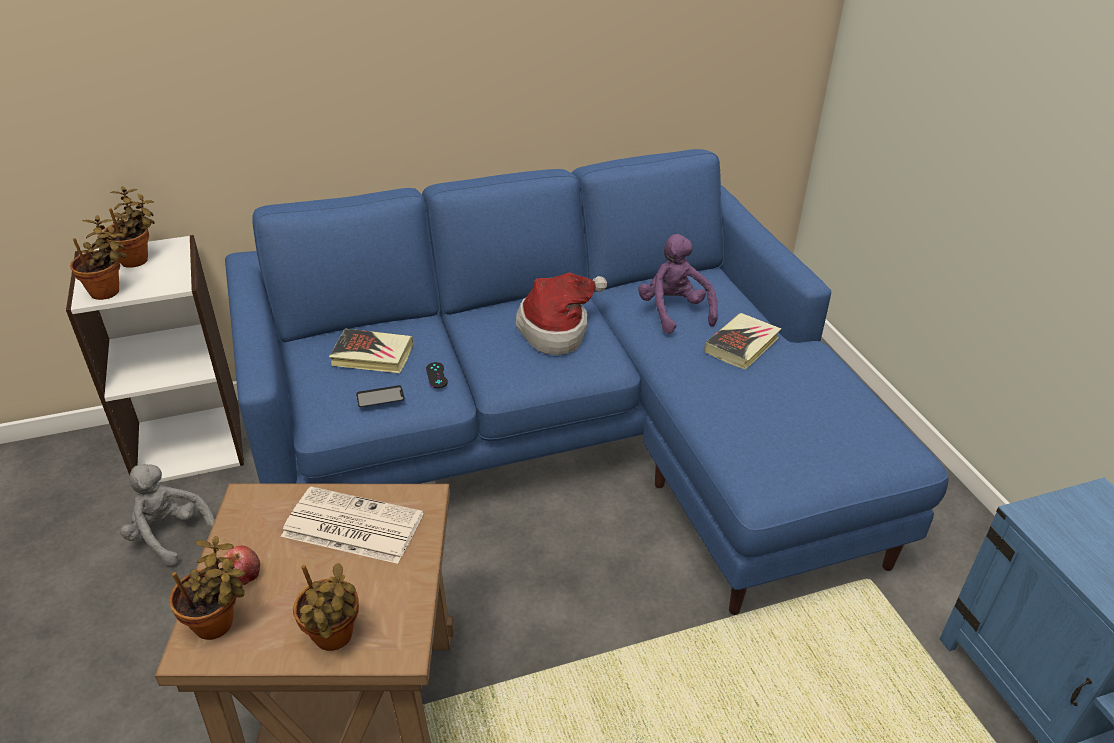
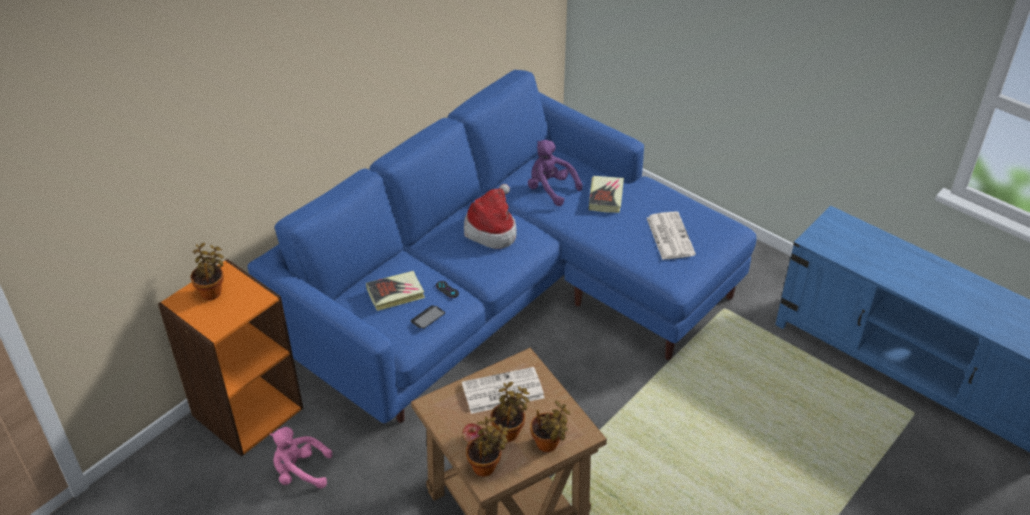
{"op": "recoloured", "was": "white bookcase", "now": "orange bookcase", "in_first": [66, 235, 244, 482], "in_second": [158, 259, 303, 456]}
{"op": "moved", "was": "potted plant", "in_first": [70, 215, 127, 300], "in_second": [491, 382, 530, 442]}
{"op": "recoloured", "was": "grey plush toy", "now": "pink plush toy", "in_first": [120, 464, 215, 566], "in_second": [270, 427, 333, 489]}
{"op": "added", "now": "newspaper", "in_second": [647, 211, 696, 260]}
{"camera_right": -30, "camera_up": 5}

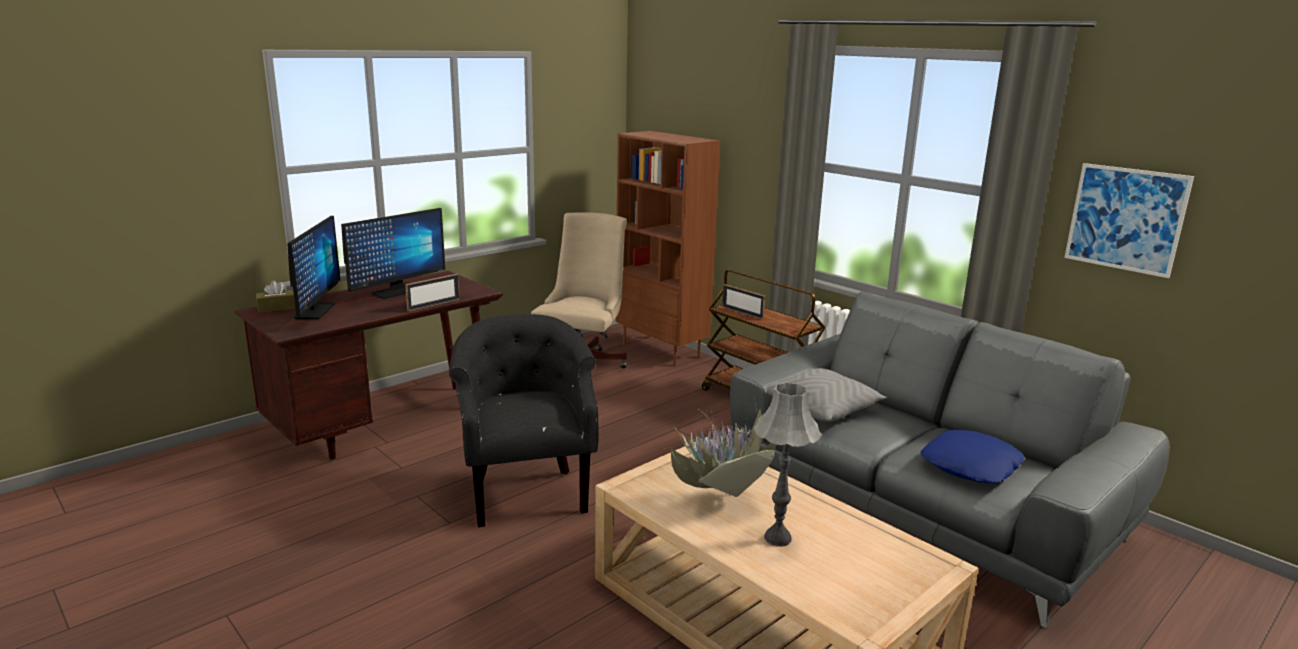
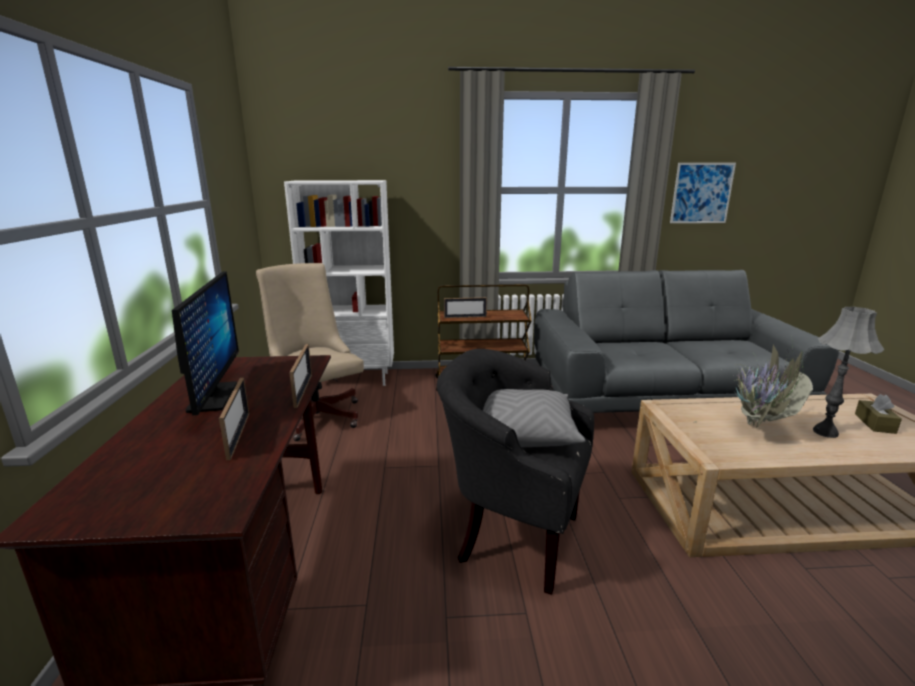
{"op": "moved", "was": "brown tissue box", "in_first": [256, 280, 296, 313], "in_second": [855, 394, 902, 434]}
{"op": "removed", "was": "monitor", "in_first": [287, 216, 341, 319]}
{"op": "recoloured", "was": "brown bookcase", "now": "white bookcase", "in_first": [615, 131, 721, 366], "in_second": [284, 180, 394, 386]}
{"op": "moved", "was": "grey pillow", "in_first": [767, 368, 887, 422], "in_second": [483, 389, 586, 447]}
{"op": "removed", "was": "blue pillow", "in_first": [921, 430, 1025, 484]}
{"op": "added", "now": "picture frame", "in_second": [219, 378, 249, 460]}
{"camera_right": -50, "camera_up": 0}

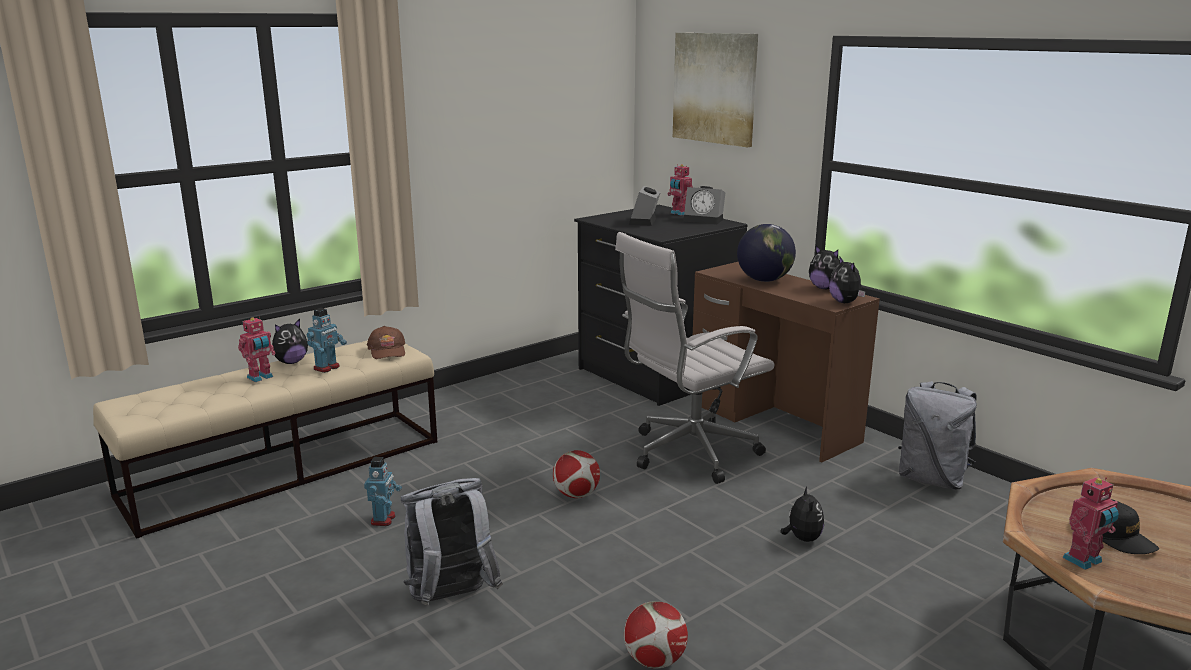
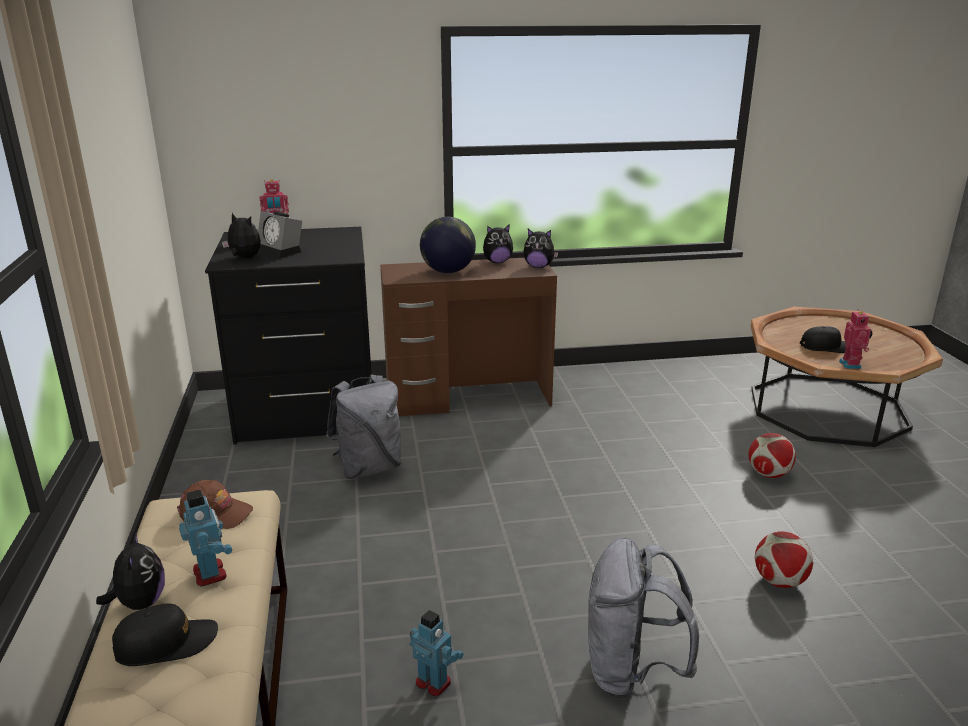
{"op": "replaced", "was": "toy robot", "now": "black cap", "in_first": [238, 317, 276, 382], "in_second": [112, 603, 218, 666]}
{"op": "moved", "was": "football", "in_first": [553, 450, 600, 498], "in_second": [749, 433, 796, 478]}
{"op": "removed", "was": "white office chair", "in_first": [615, 232, 775, 484]}
{"op": "removed", "was": "picture", "in_first": [673, 33, 758, 147]}
{"op": "removed", "was": "alarm clock", "in_first": [683, 186, 725, 224]}
{"op": "moved", "was": "plush toy", "in_first": [780, 487, 824, 542], "in_second": [222, 213, 261, 258]}
{"op": "moved", "was": "grey backpack", "in_first": [898, 381, 977, 490], "in_second": [326, 374, 402, 479]}
{"camera_right": -60, "camera_up": 5}

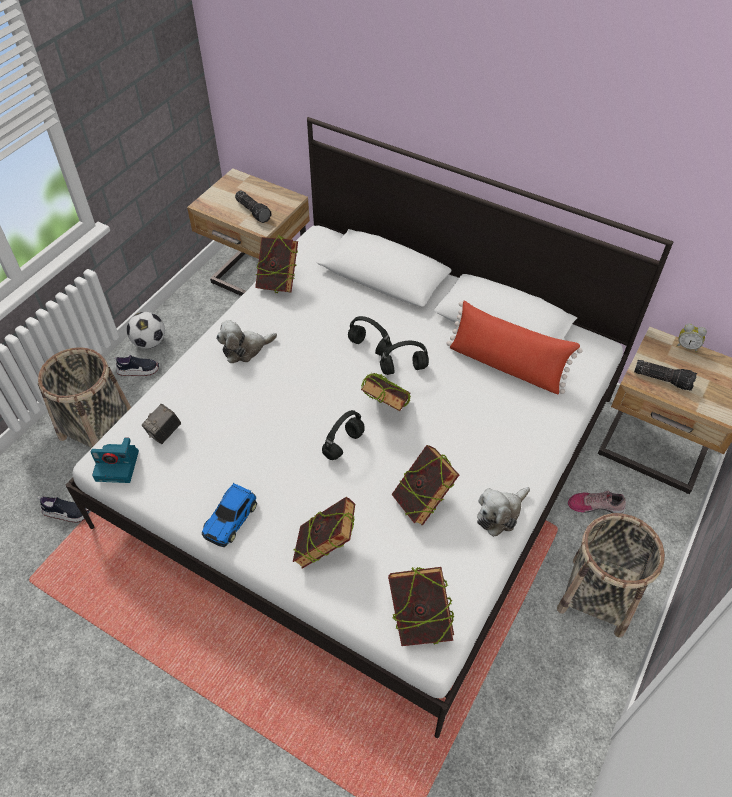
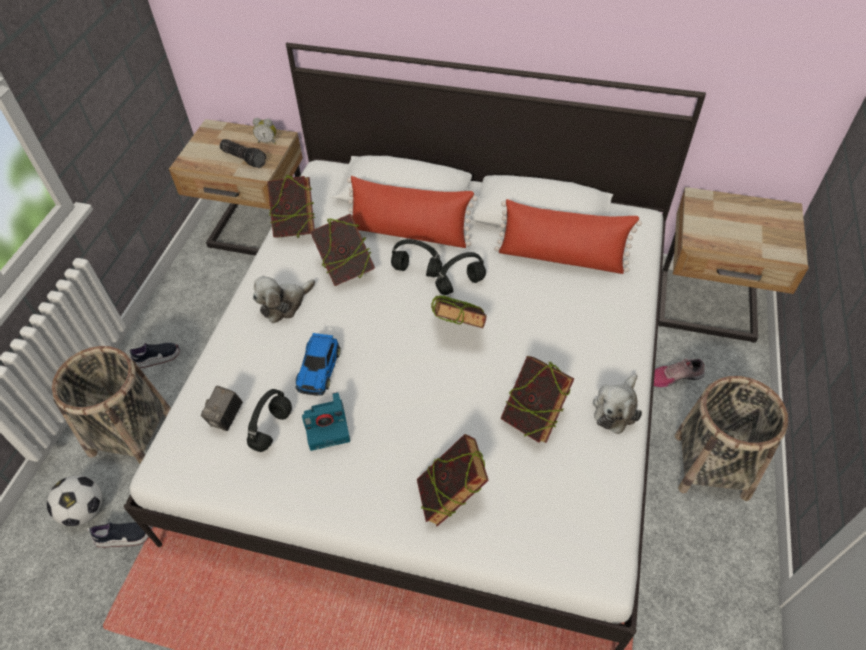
{"op": "moved", "was": "photo camera", "in_first": [90, 437, 139, 483], "in_second": [302, 392, 350, 451]}
{"op": "moved", "was": "football", "in_first": [127, 312, 165, 349], "in_second": [47, 475, 102, 526]}
{"op": "moved", "was": "toy car", "in_first": [202, 483, 257, 547], "in_second": [296, 333, 341, 396]}
{"op": "moved", "was": "black headphones", "in_first": [322, 410, 365, 460], "in_second": [247, 389, 292, 452]}
{"op": "moved", "was": "book", "in_first": [388, 567, 455, 646], "in_second": [310, 214, 375, 286]}
{"op": "removed", "was": "flashlight", "in_first": [634, 360, 697, 391]}
{"op": "moved", "was": "alarm clock", "in_first": [676, 323, 707, 352], "in_second": [253, 118, 276, 144]}
{"op": "added", "now": "red pillow", "in_second": [347, 176, 478, 248]}
{"camera_right": -15, "camera_up": 0}

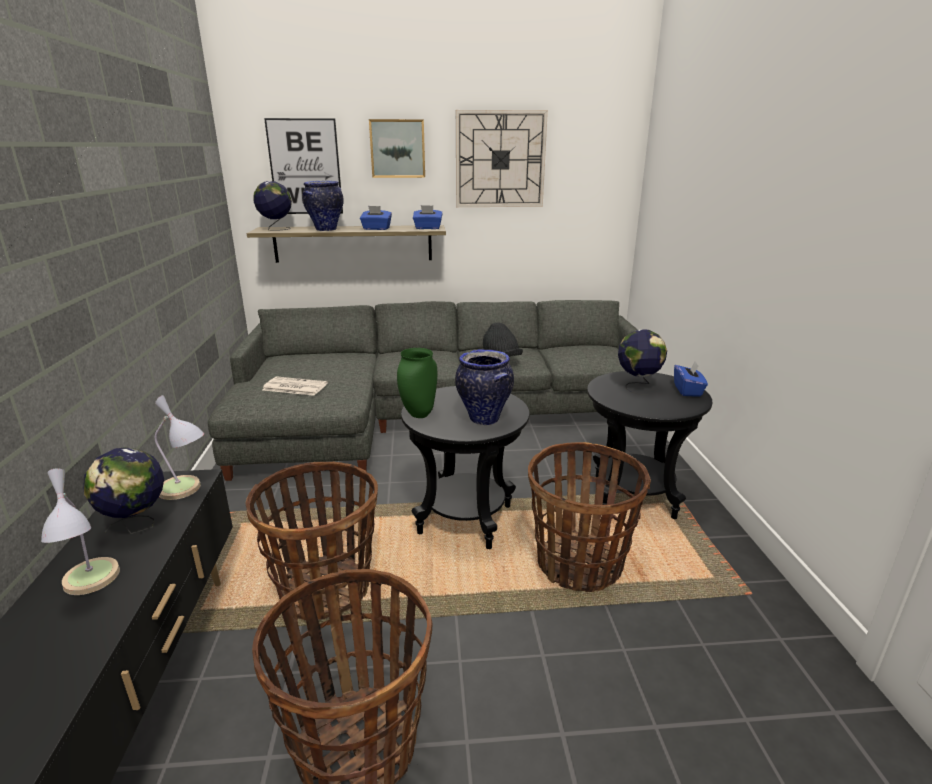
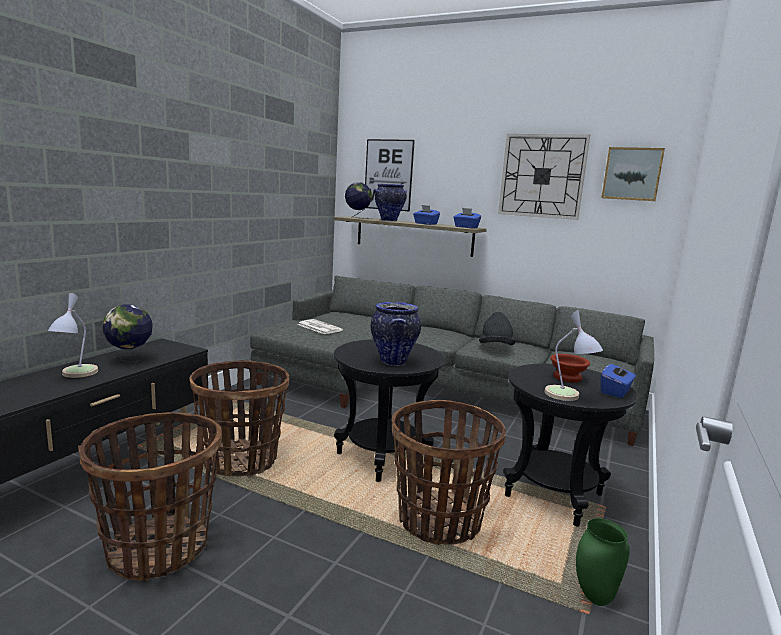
{"op": "moved", "was": "table lamp", "in_first": [155, 395, 204, 500], "in_second": [544, 310, 603, 401]}
{"op": "moved", "was": "picture", "in_first": [369, 119, 425, 178], "in_second": [601, 147, 665, 201]}
{"op": "moved", "was": "green vase", "in_first": [397, 348, 437, 418], "in_second": [576, 518, 630, 606]}
{"op": "replaced", "was": "globe", "now": "brown bowl", "in_first": [618, 330, 667, 395], "in_second": [551, 354, 590, 383]}
{"camera_right": 30, "camera_up": -10}

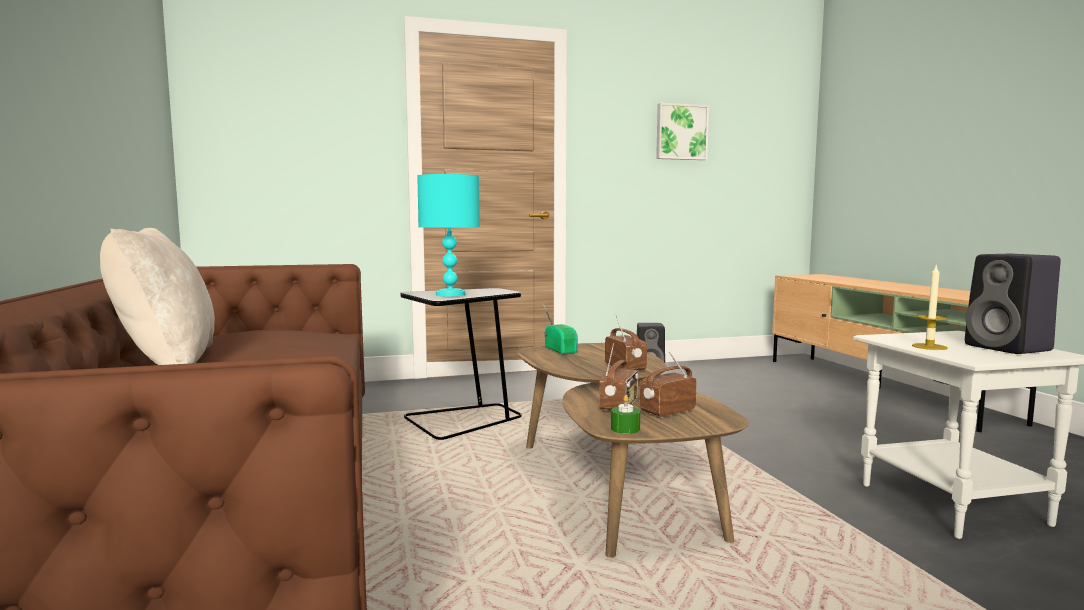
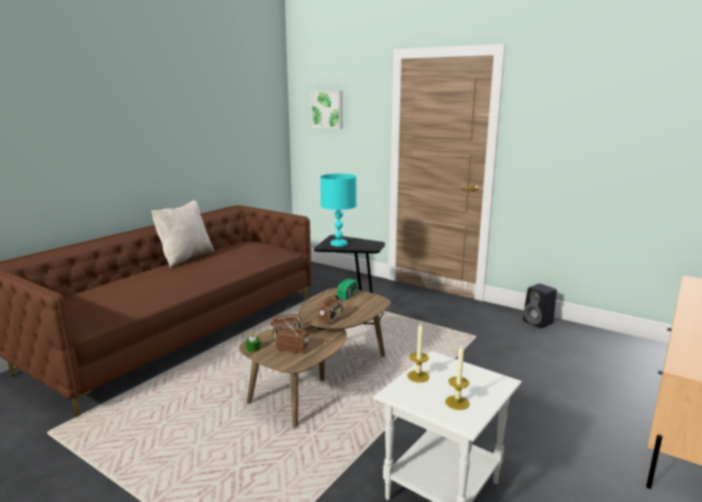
{"op": "moved", "was": "picture", "in_first": [656, 103, 709, 160], "in_second": [311, 91, 343, 129]}
{"op": "replaced", "was": "black speaker", "now": "candle", "in_first": [965, 254, 1061, 354], "in_second": [445, 345, 470, 410]}
{"camera_right": 50, "camera_up": 10}

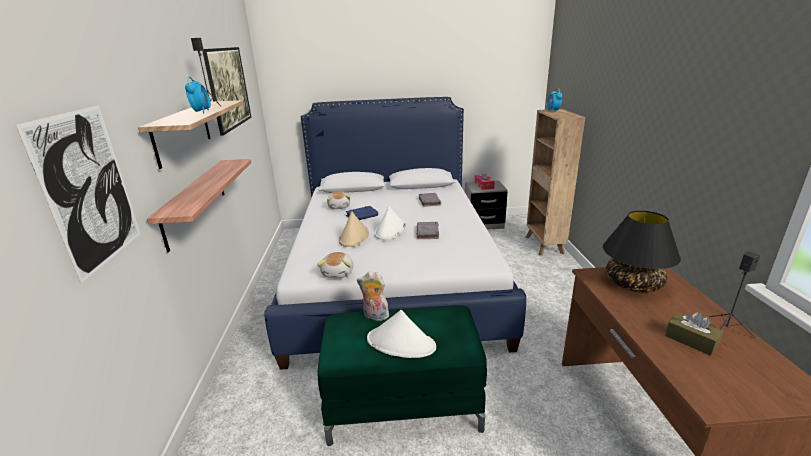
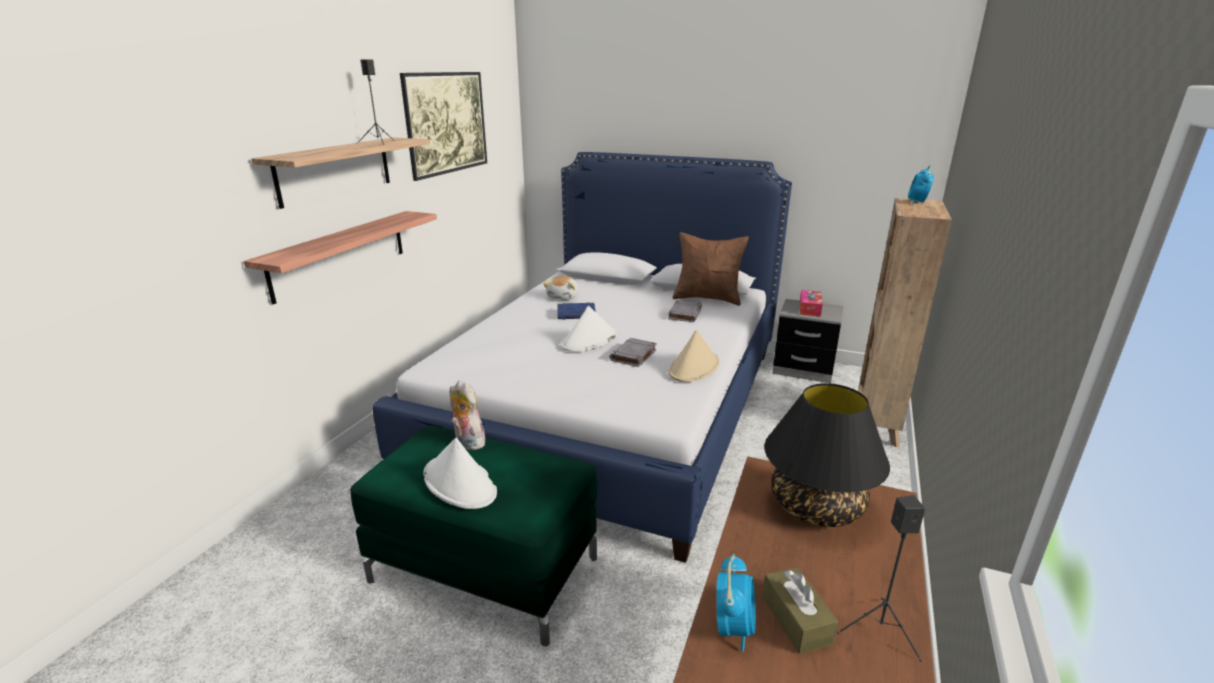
{"op": "removed", "was": "picture", "in_first": [15, 105, 140, 284]}
{"op": "moved", "was": "alarm clock", "in_first": [185, 76, 211, 113], "in_second": [716, 554, 756, 652]}
{"op": "removed", "was": "plush toy", "in_first": [317, 252, 353, 278]}
{"op": "moved", "was": "beige hat", "in_first": [339, 211, 369, 247], "in_second": [668, 330, 719, 382]}
{"op": "added", "now": "brown pillow", "in_second": [673, 232, 749, 306]}
{"camera_right": 25, "camera_up": 0}

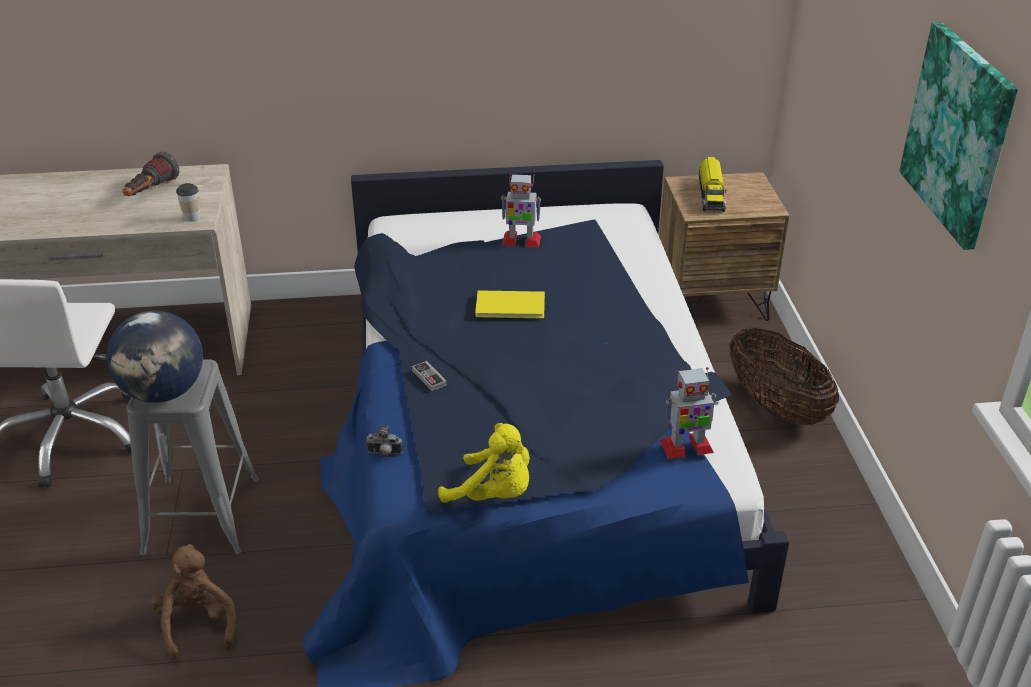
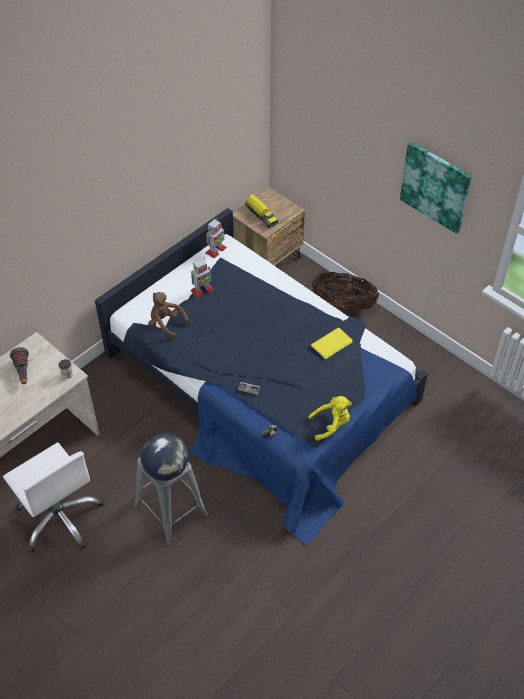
{"op": "moved", "was": "brown plush toy", "in_first": [150, 544, 236, 660], "in_second": [148, 292, 190, 339]}
{"op": "moved", "was": "yellow book", "in_first": [475, 290, 545, 318], "in_second": [311, 327, 353, 359]}
{"op": "moved", "was": "toy robot", "in_first": [660, 367, 717, 459], "in_second": [206, 218, 227, 258]}
{"camera_right": -40, "camera_up": 15}

